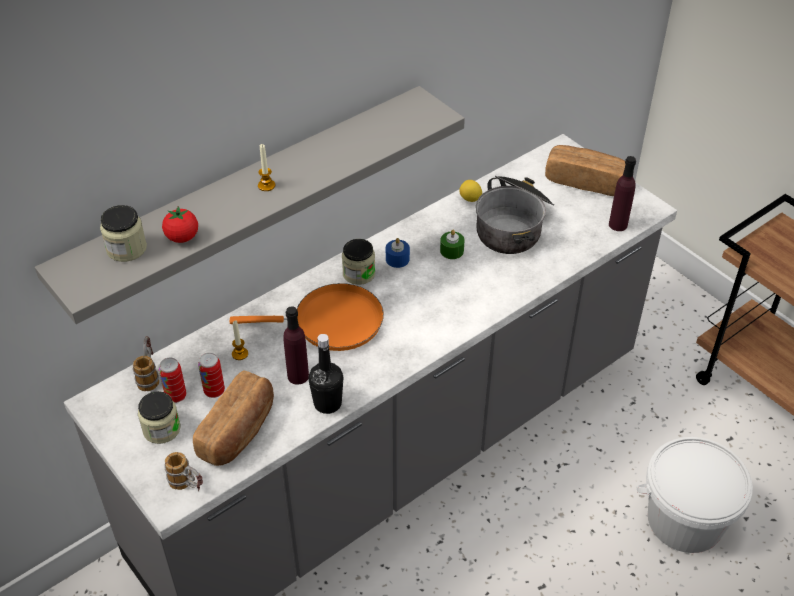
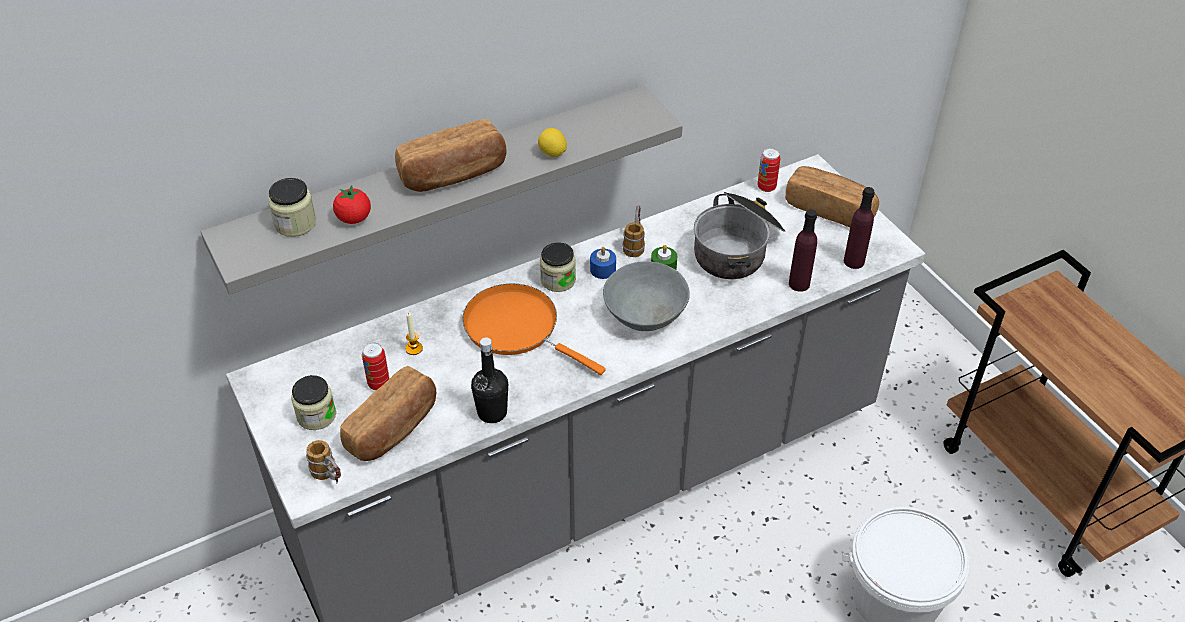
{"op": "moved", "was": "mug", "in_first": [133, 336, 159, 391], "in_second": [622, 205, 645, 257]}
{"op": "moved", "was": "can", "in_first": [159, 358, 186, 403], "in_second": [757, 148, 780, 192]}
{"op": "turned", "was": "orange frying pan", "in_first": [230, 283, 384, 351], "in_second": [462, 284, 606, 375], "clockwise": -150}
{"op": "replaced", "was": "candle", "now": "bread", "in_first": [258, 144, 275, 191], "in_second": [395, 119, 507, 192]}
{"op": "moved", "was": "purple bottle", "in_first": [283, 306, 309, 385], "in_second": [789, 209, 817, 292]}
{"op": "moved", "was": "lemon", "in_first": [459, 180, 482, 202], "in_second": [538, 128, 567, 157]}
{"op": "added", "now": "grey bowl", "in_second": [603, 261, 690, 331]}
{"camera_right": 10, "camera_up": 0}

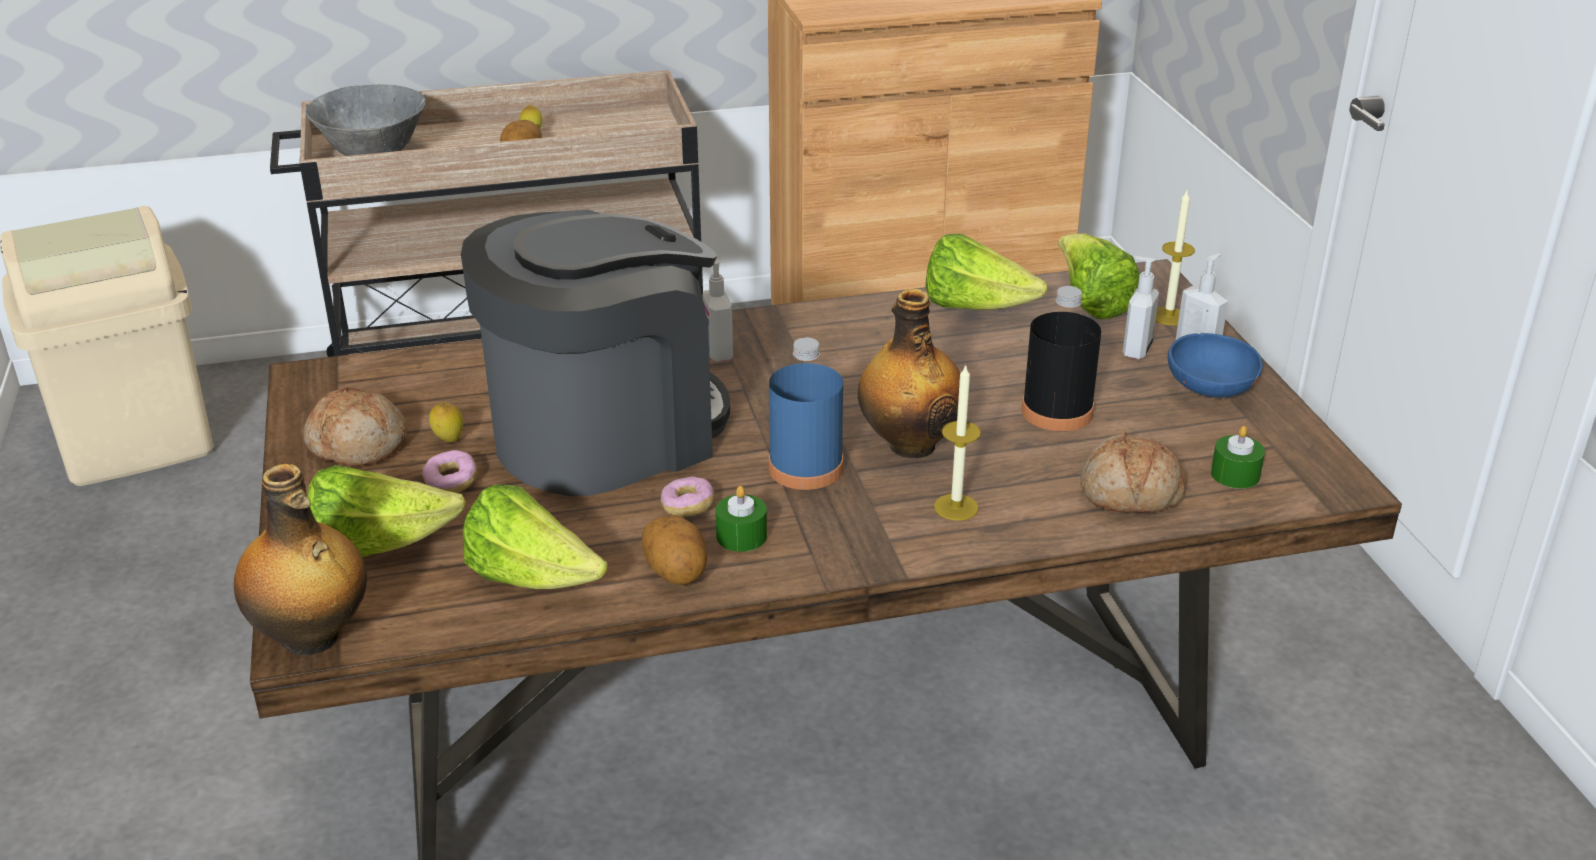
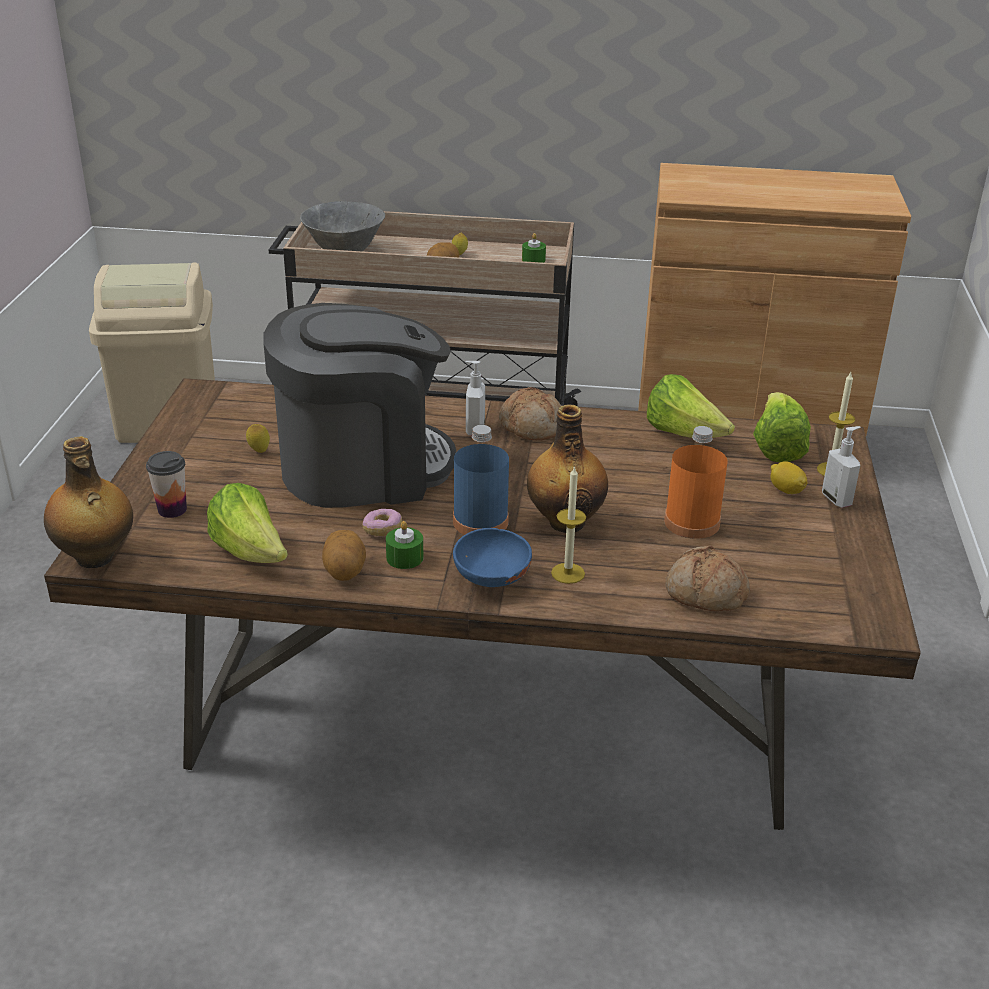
{"op": "moved", "was": "bread", "in_first": [304, 387, 407, 466], "in_second": [499, 387, 561, 440]}
{"op": "replaced", "was": "lettuce", "now": "cup", "in_first": [308, 465, 466, 557], "in_second": [146, 451, 187, 518]}
{"op": "removed", "was": "donut", "in_first": [422, 450, 477, 493]}
{"op": "recoloured", "was": "black bottle", "now": "orange bottle", "in_first": [1021, 286, 1101, 431], "in_second": [664, 426, 728, 539]}
{"op": "replaced", "was": "soap dispenser", "now": "lemon", "in_first": [1123, 256, 1159, 359], "in_second": [771, 461, 807, 494]}
{"op": "moved", "was": "blue bowl", "in_first": [1167, 333, 1263, 397], "in_second": [453, 528, 532, 587]}
{"op": "moved", "was": "green candle", "in_first": [1211, 426, 1265, 489], "in_second": [522, 233, 546, 263]}
{"camera_right": 20, "camera_up": 0}

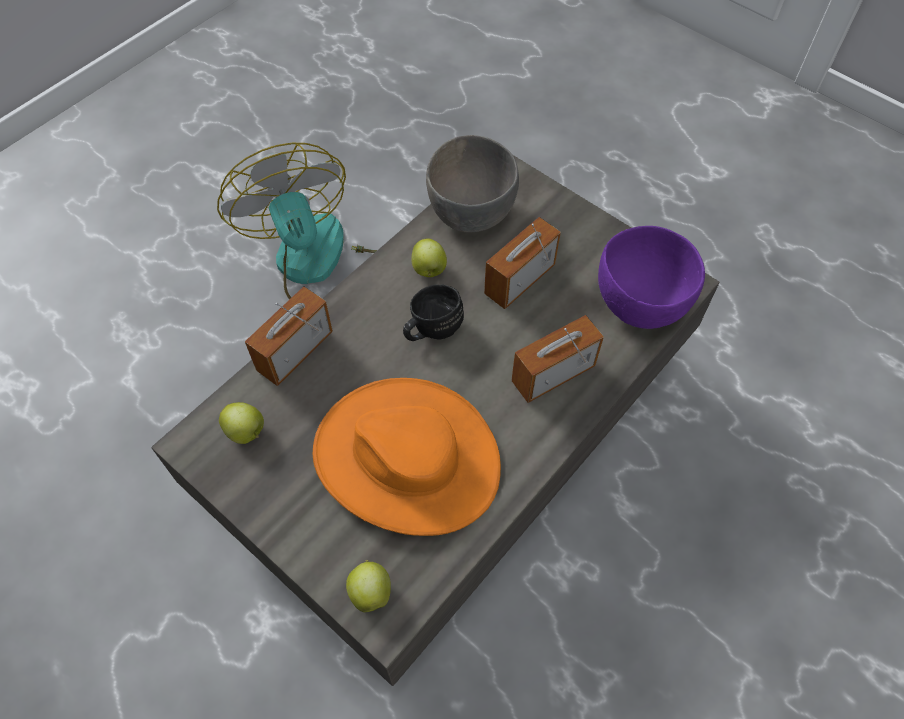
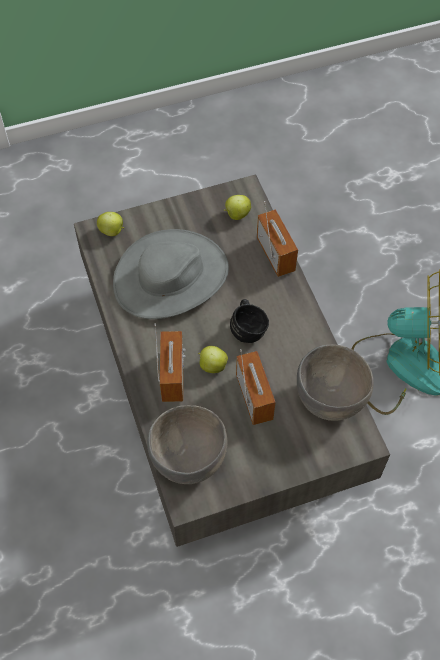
{"op": "recoloured", "was": "orange hat", "now": "grey hat", "in_first": [313, 378, 501, 536], "in_second": [113, 229, 229, 319]}
{"op": "moved", "was": "apple", "in_first": [411, 238, 447, 277], "in_second": [198, 346, 228, 373]}
{"op": "recoloured", "was": "purple bowl", "now": "grey bowl", "in_first": [598, 226, 705, 329], "in_second": [147, 405, 227, 484]}
{"camera_right": 120, "camera_up": 0}

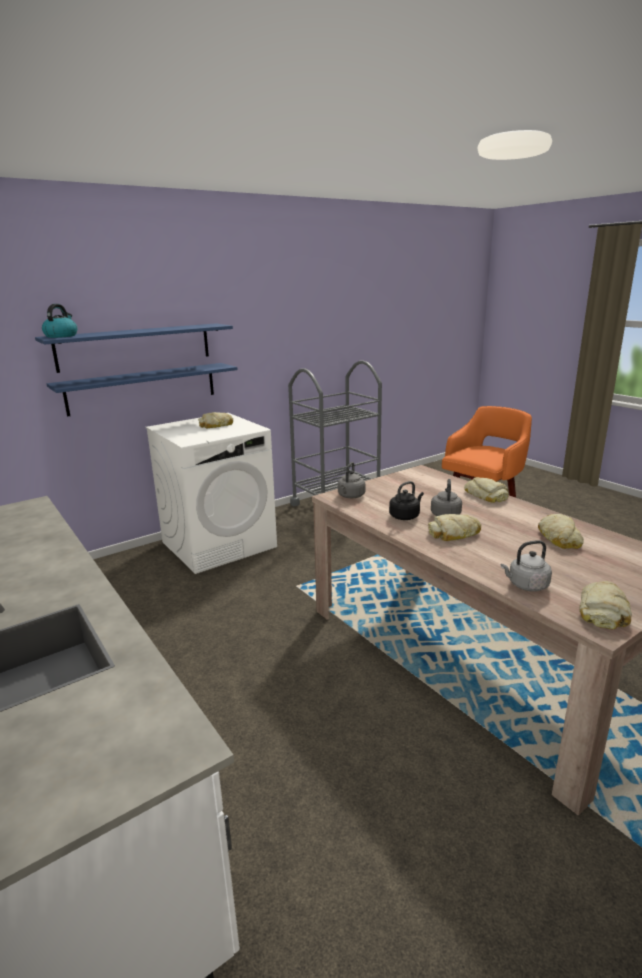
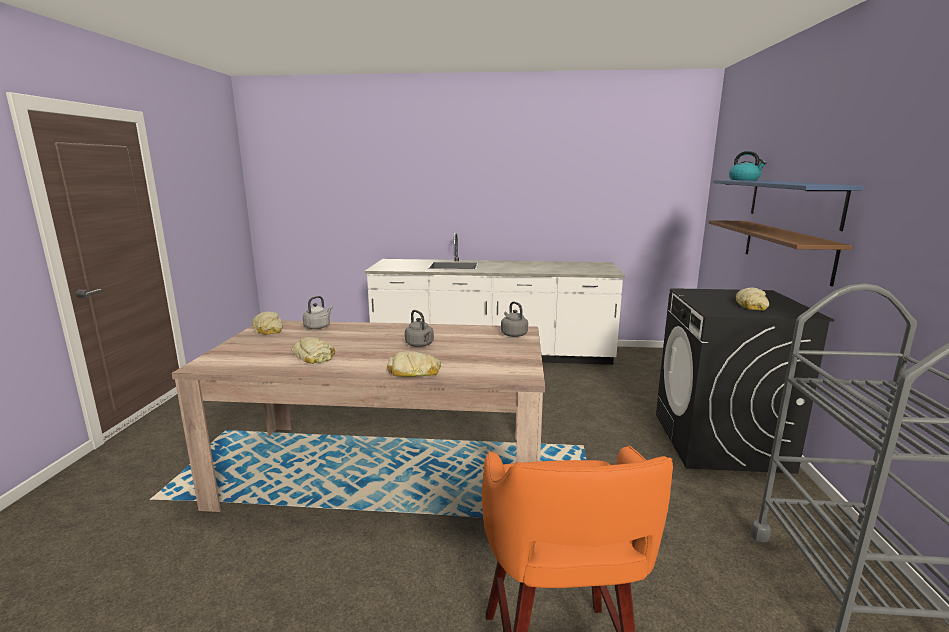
{"op": "recoloured", "was": "blue shelf", "now": "brown shelf", "in_first": [47, 363, 238, 417], "in_second": [709, 220, 852, 286]}
{"op": "recoloured", "was": "white washing machine", "now": "black washing machine", "in_first": [146, 413, 277, 574], "in_second": [656, 288, 834, 474]}
{"op": "removed", "was": "black kettle", "in_first": [389, 481, 424, 520]}
{"op": "removed", "was": "bread", "in_first": [428, 514, 481, 541]}
{"camera_right": 130, "camera_up": -5}

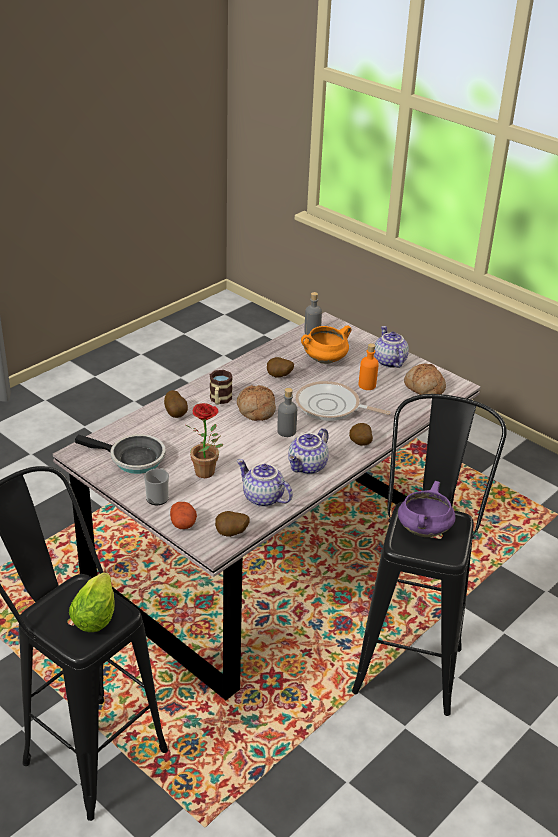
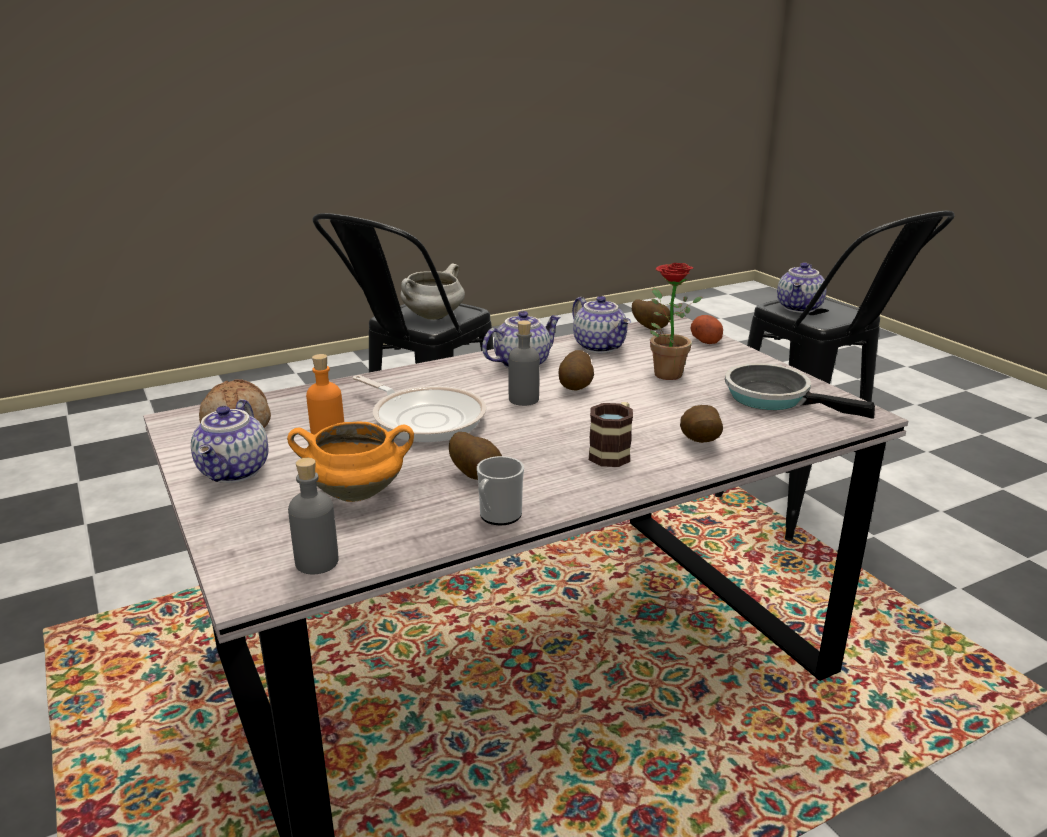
{"op": "replaced", "was": "lettuce", "now": "teapot", "in_first": [69, 572, 115, 632], "in_second": [777, 263, 827, 313]}
{"op": "moved", "was": "mug", "in_first": [144, 468, 169, 505], "in_second": [477, 456, 524, 525]}
{"op": "removed", "was": "bread", "in_first": [237, 385, 276, 421]}
{"op": "moved", "was": "potato", "in_first": [349, 423, 373, 446], "in_second": [559, 350, 594, 390]}
{"op": "recoloured", "was": "purple cooking pot", "now": "white cooking pot", "in_first": [398, 481, 455, 537], "in_second": [401, 264, 465, 320]}
{"camera_right": -160, "camera_up": -10}

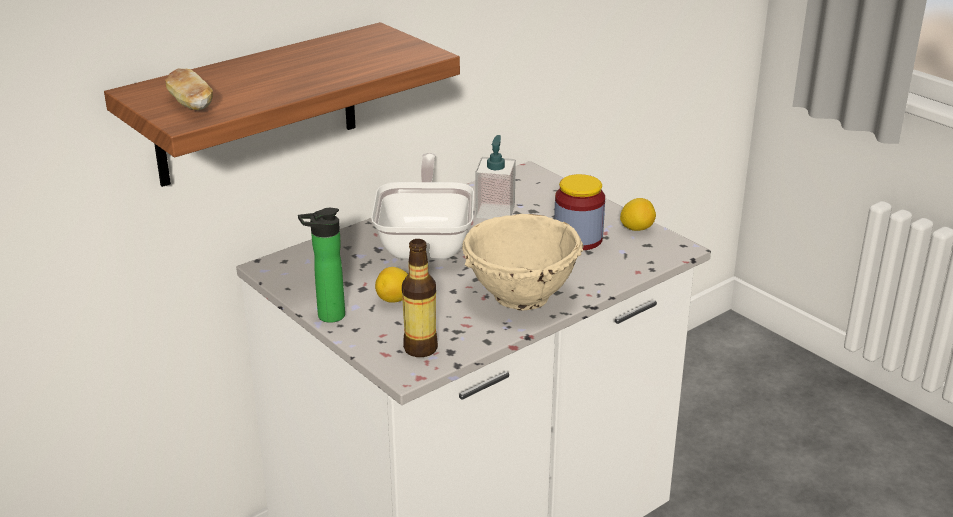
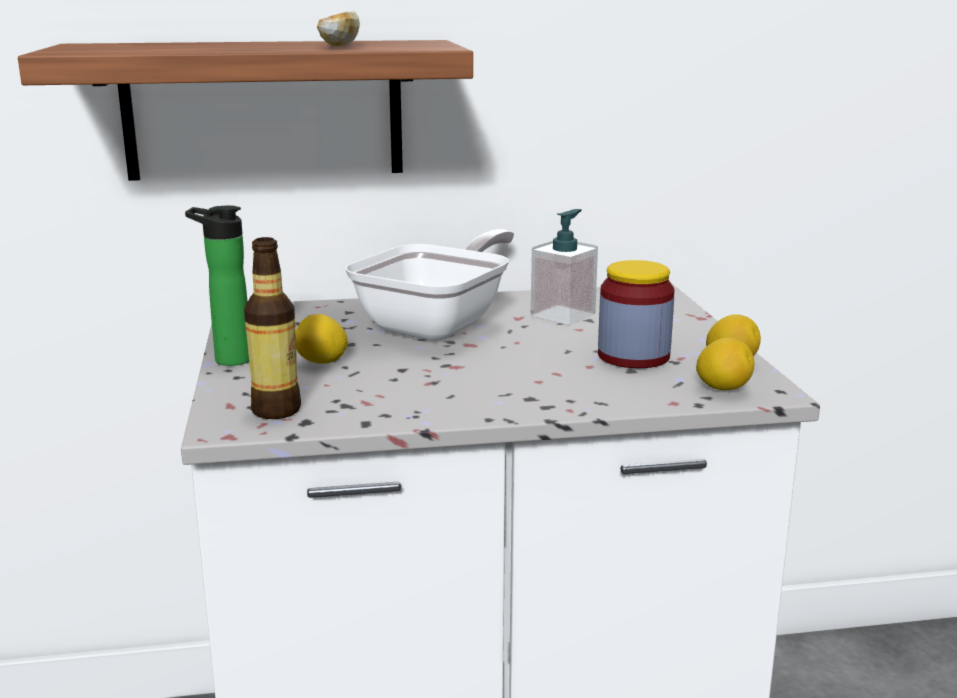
{"op": "moved", "was": "bread", "in_first": [165, 68, 213, 110], "in_second": [317, 11, 360, 47]}
{"op": "removed", "was": "beige bowl", "in_first": [462, 214, 584, 310]}
{"op": "added", "now": "lemon", "in_second": [696, 338, 754, 390]}
{"camera_right": 30, "camera_up": -10}

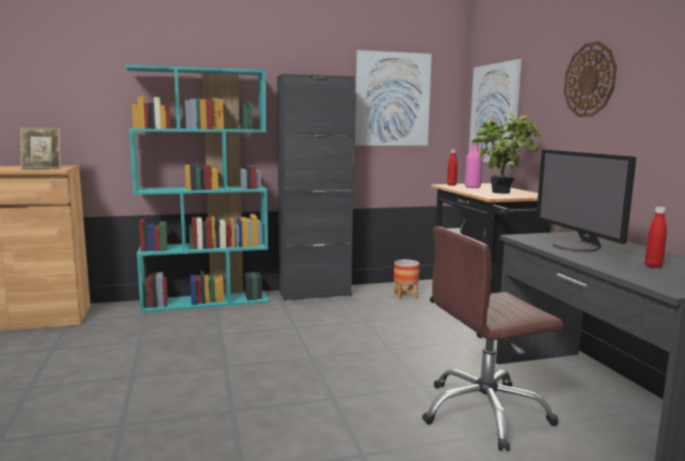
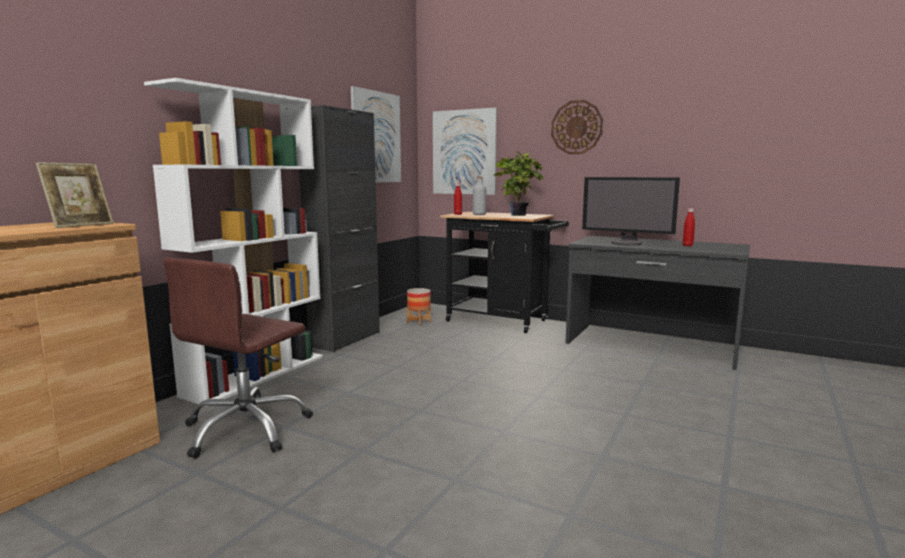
{"op": "recoloured", "was": "turquoise bookcase", "now": "white bookcase", "in_first": [125, 65, 269, 313], "in_second": [144, 78, 323, 407]}
{"op": "moved", "was": "brown office chair", "in_first": [422, 226, 564, 451], "in_second": [163, 258, 313, 459]}
{"op": "recoloured", "was": "pink bottle", "now": "grey bottle", "in_first": [465, 143, 483, 188], "in_second": [473, 177, 486, 215]}
{"camera_right": -45, "camera_up": 0}

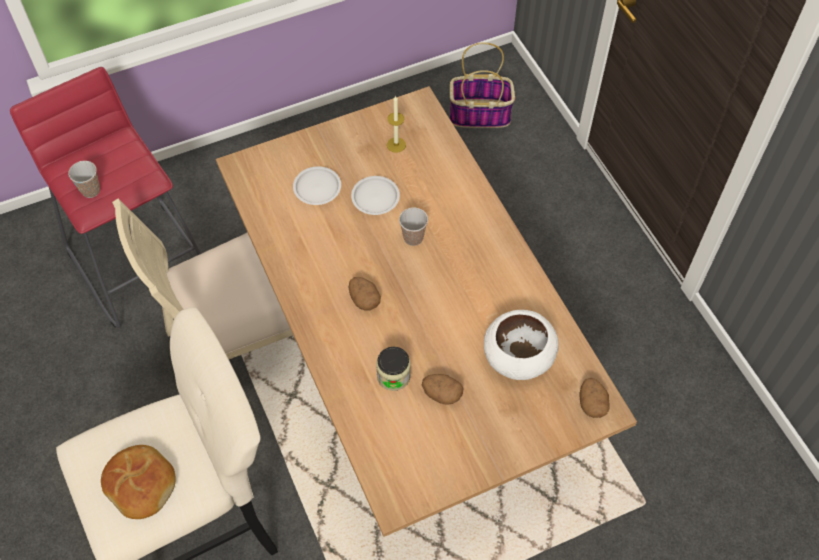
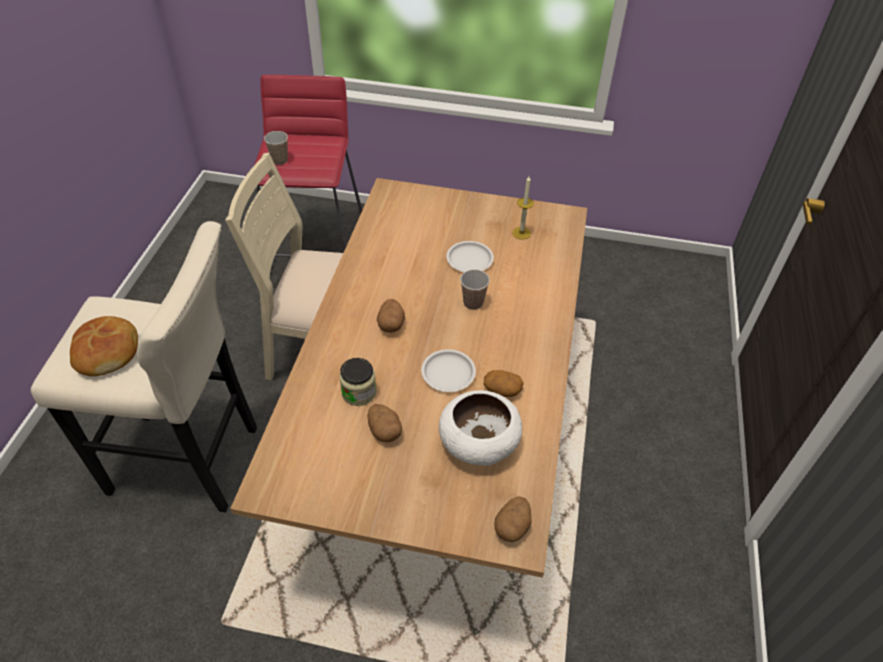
{"op": "moved", "was": "white plate", "in_first": [293, 166, 341, 205], "in_second": [421, 349, 476, 392]}
{"op": "removed", "was": "basket", "in_first": [450, 42, 515, 128]}
{"op": "added", "now": "potato", "in_second": [484, 370, 523, 397]}
{"camera_right": 35, "camera_up": -10}

